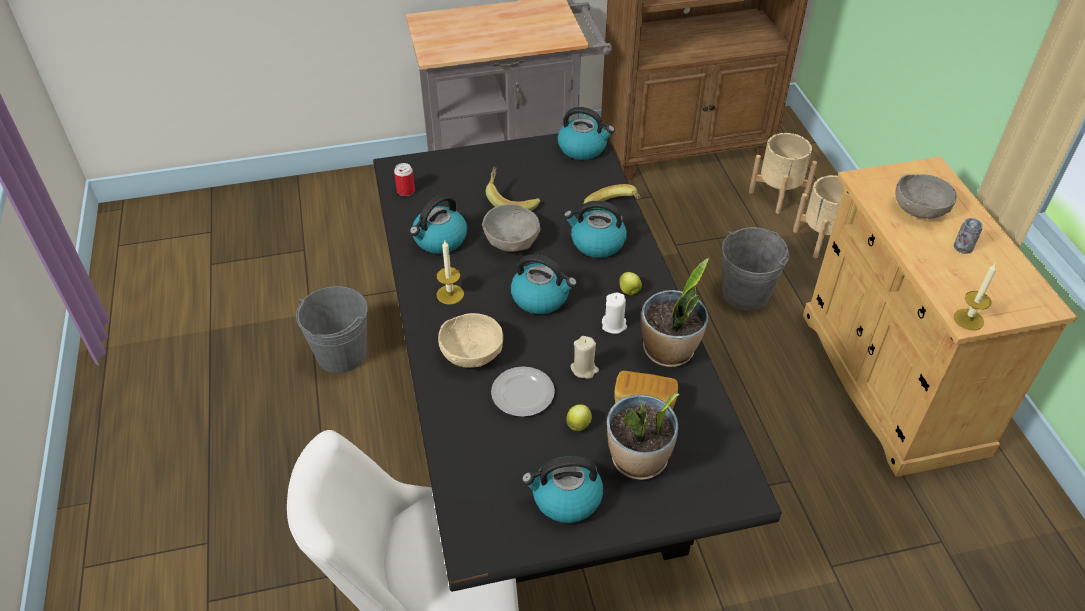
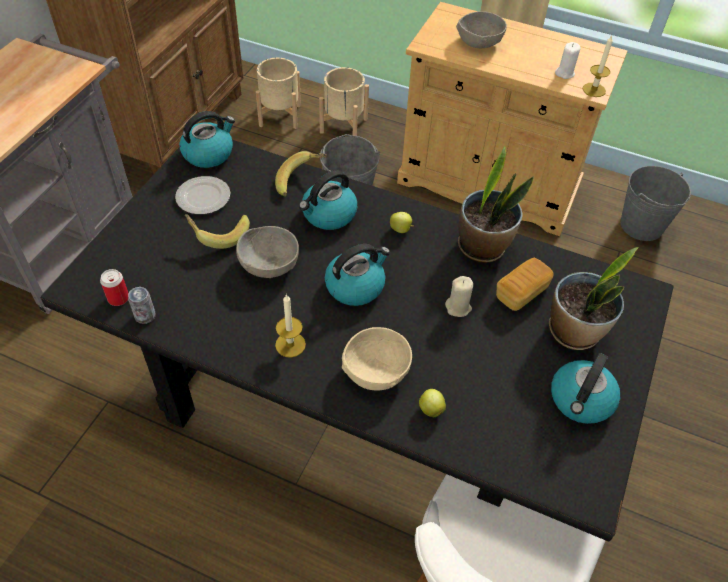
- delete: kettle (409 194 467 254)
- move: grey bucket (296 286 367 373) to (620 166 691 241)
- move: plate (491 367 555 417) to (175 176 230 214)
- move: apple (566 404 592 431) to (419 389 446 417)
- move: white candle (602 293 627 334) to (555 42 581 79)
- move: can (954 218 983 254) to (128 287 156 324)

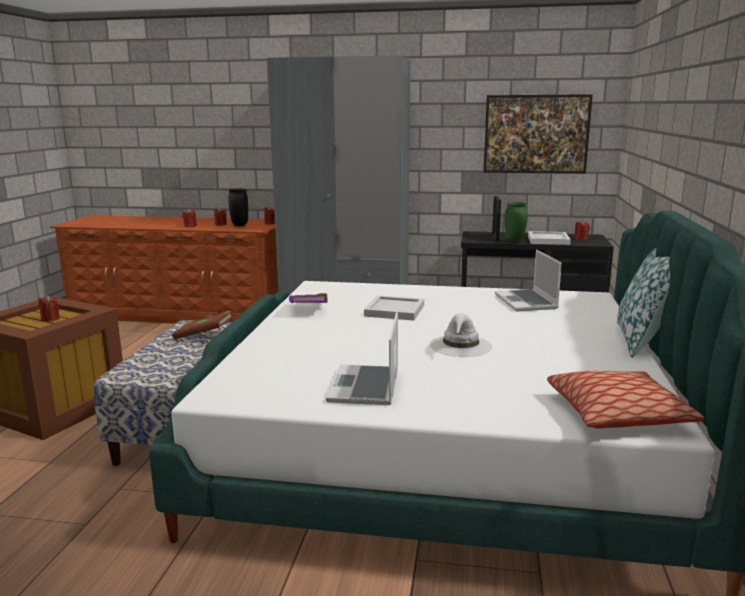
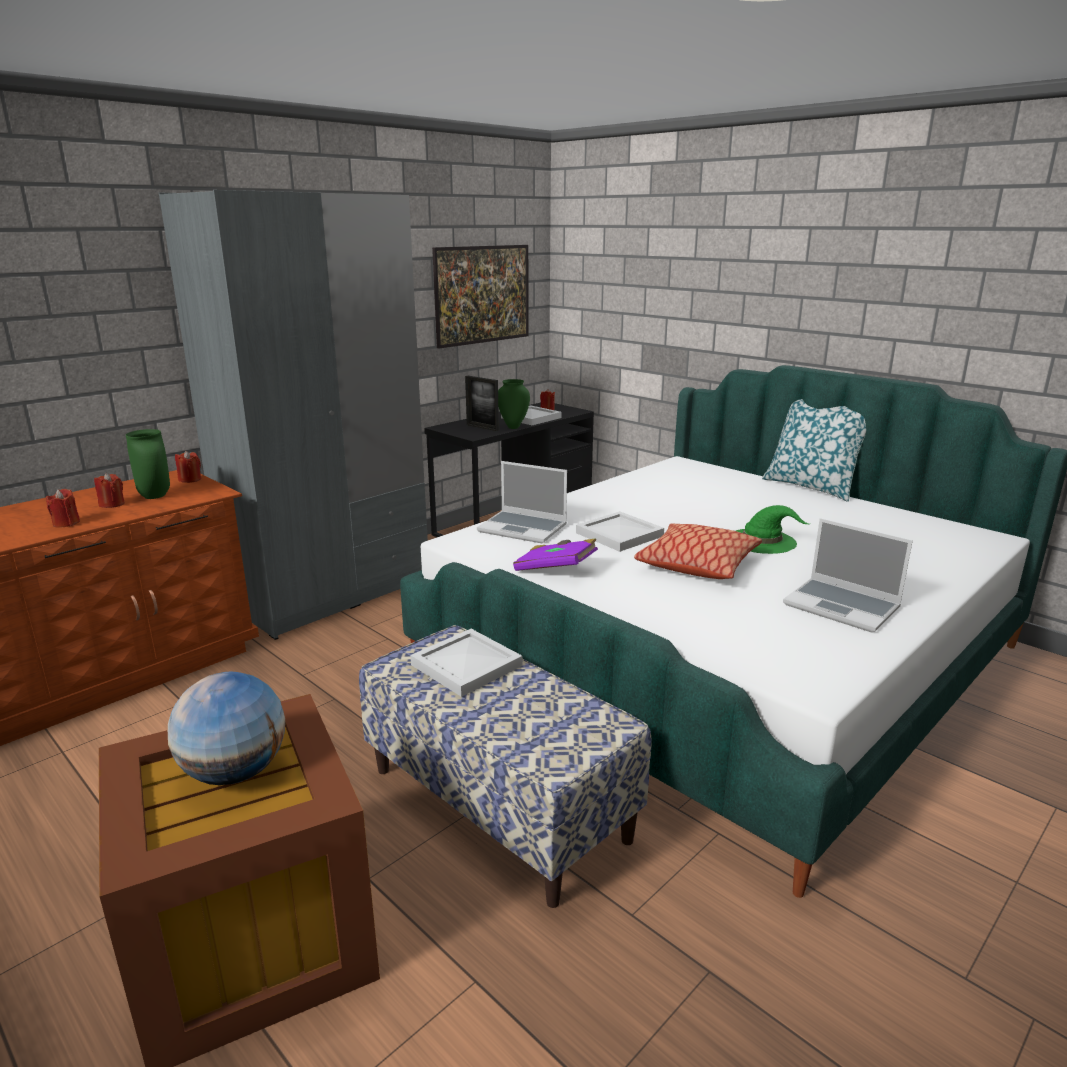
- move: laptop (495 249 562 311) to (477 461 567 543)
- move: pillow (547 371 705 428) to (634 523 762 579)
- replace: red candle (38 295 60 321) to globe (168 672 285 785)
- replace: brown book (172 310 233 339) to white tray (410 629 522 697)
- recolor: black vase (229 189 248 226) to green vase (126 429 170 499)
- recolor: white hat (430 313 492 357) to green hat (736 505 809 554)

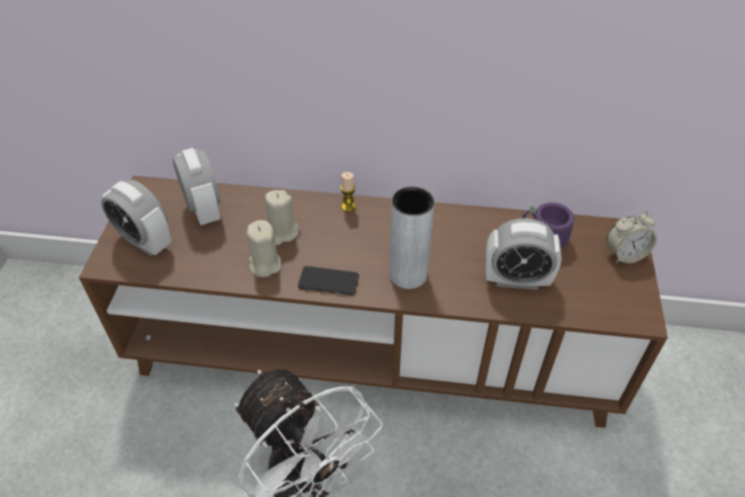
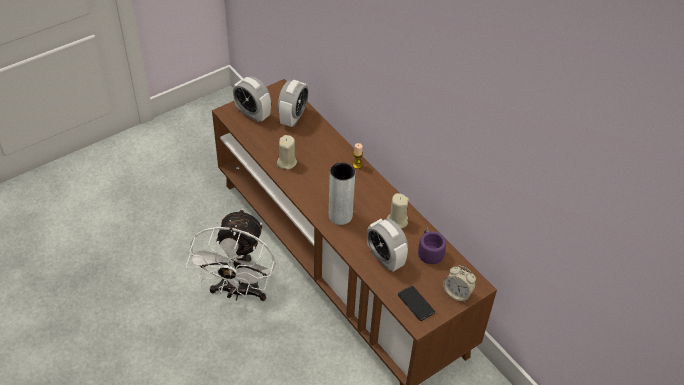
- move: beige candle (265 190 300 245) to (387 193 409 228)
- move: phone (298 266 359 295) to (398 286 435 321)
- rotate: alarm clock (101 180 171 256) = (233 77 271 122) 45 degrees counterclockwise

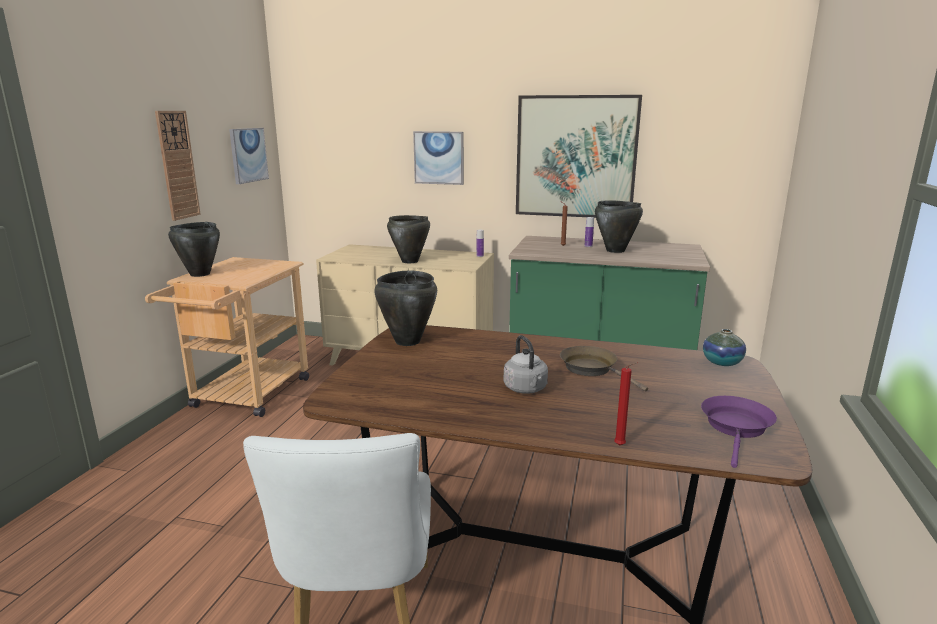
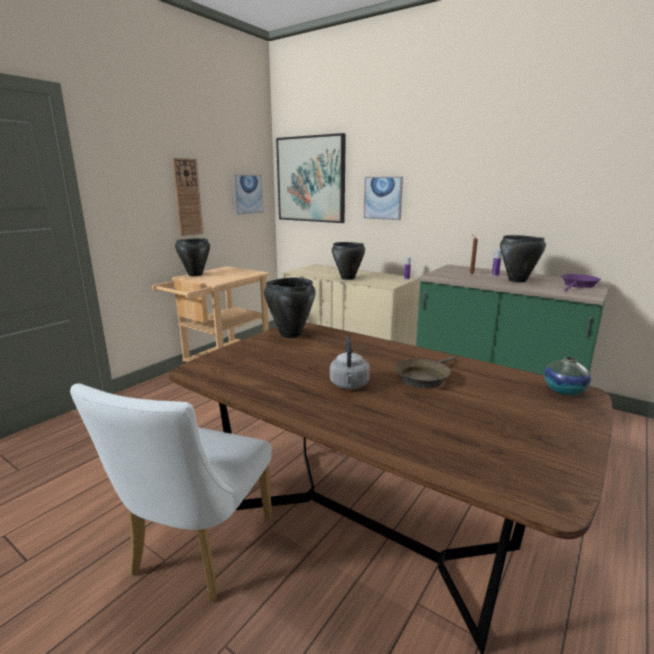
- delete: red candle (614 362 637 446)
- move: picture (516 95 642 218) to (276 133 346 223)
- move: purple frying pan (701 396 777 468) to (561 274 601 292)
- rotate: brown frying pan (560 346 648 391) = (396 356 457 388) 120 degrees counterclockwise

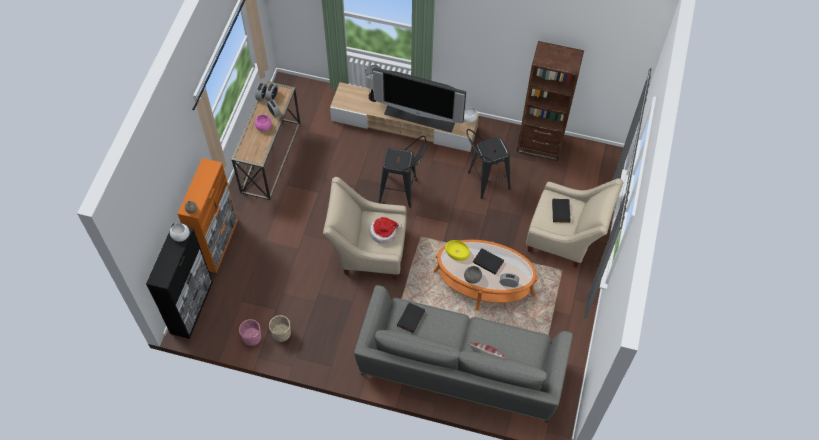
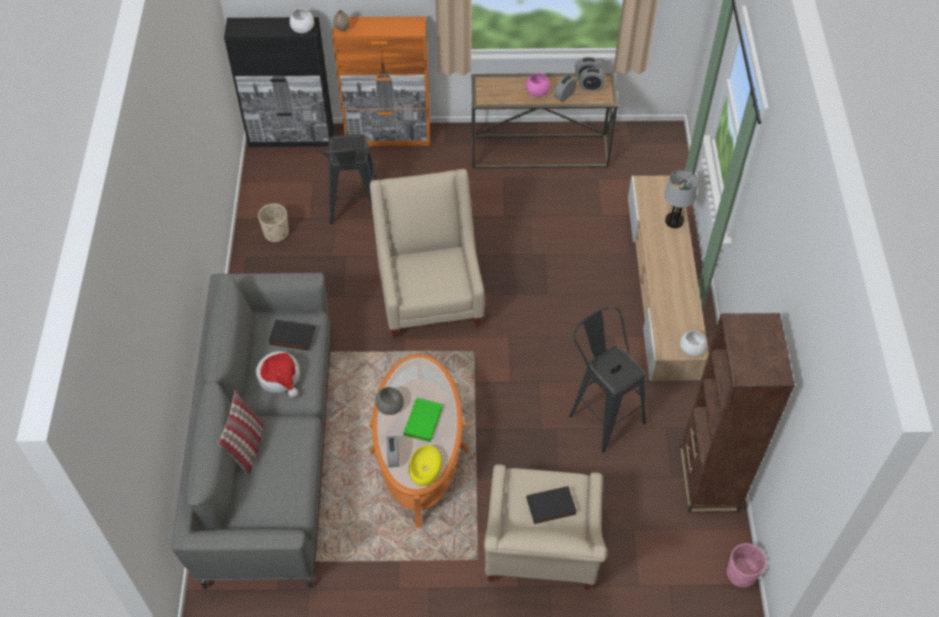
- delete: television (373 67 466 132)
- move: pink planter (239 319 261 346) to (727 543 766 588)
- move: hat (370 217 402 244) to (256 351 300 398)
- move: black stool (379 136 426 208) to (318 134 376 224)
- move: yellow bowl (445 240 470 261) to (409 445 442 486)
- recolor: black book (473 248 504 275) to green book (403 398 443 442)

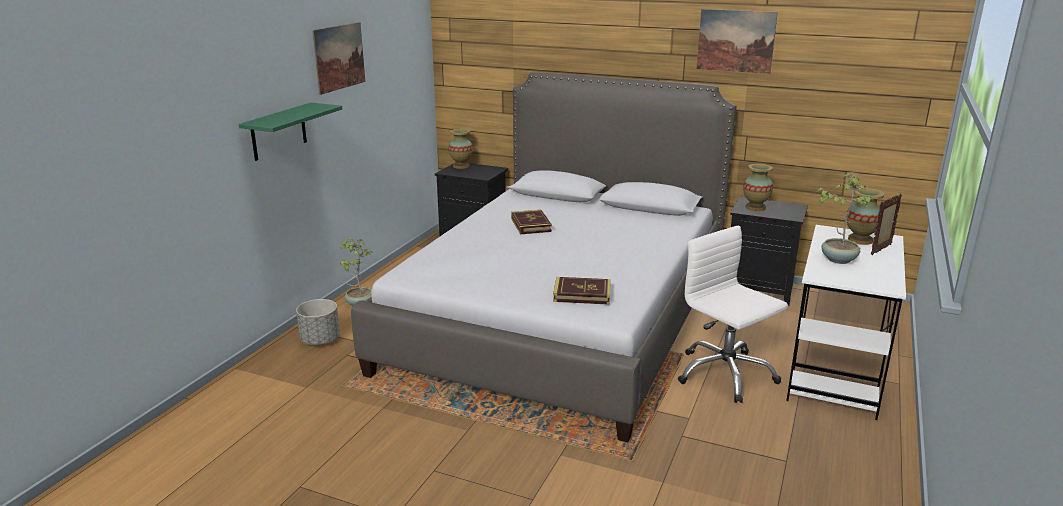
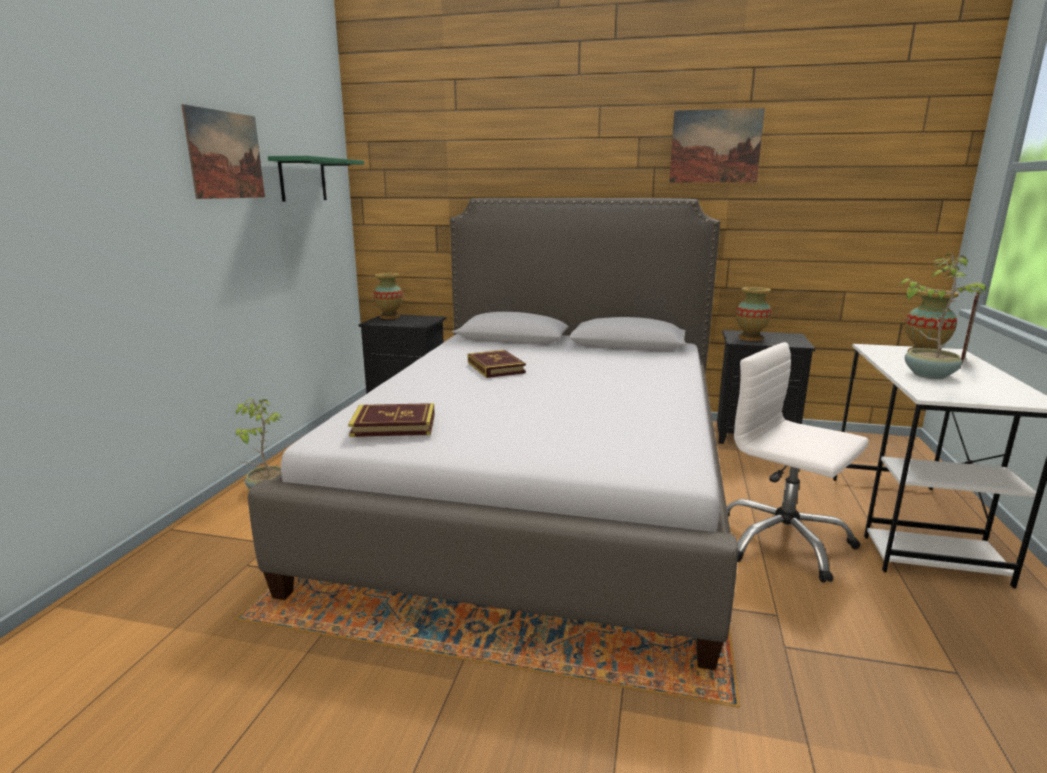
- delete: grey planter (296 299 340 345)
- move: green shelf (238 103 342 161) to (268 156 364 202)
- move: book (553 277 610 305) to (348 403 435 437)

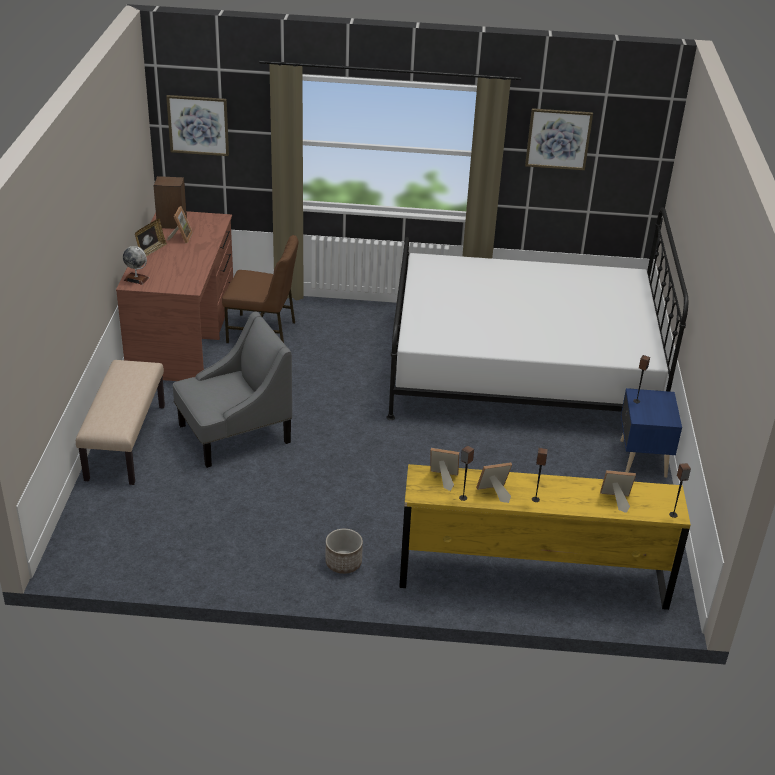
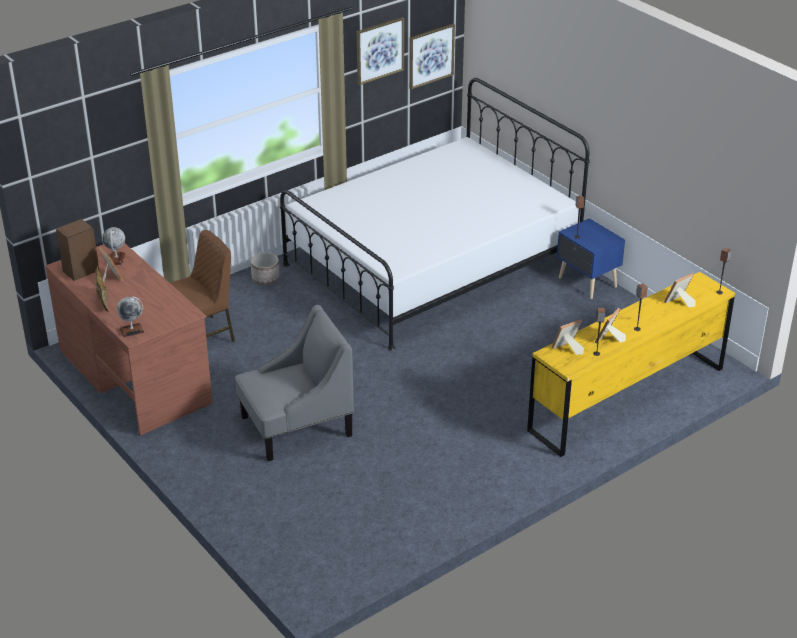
- delete: beige bench (76 360 165 485)
- insert: globe (102 227 125 265)
- move: picture (166 95 229 156) to (409 24 455 90)
- move: planter (326 529 363 574) to (251 253 280 285)
- rotate: grey armchair (173 311 292 468) = (235 305 354 461) 45 degrees clockwise

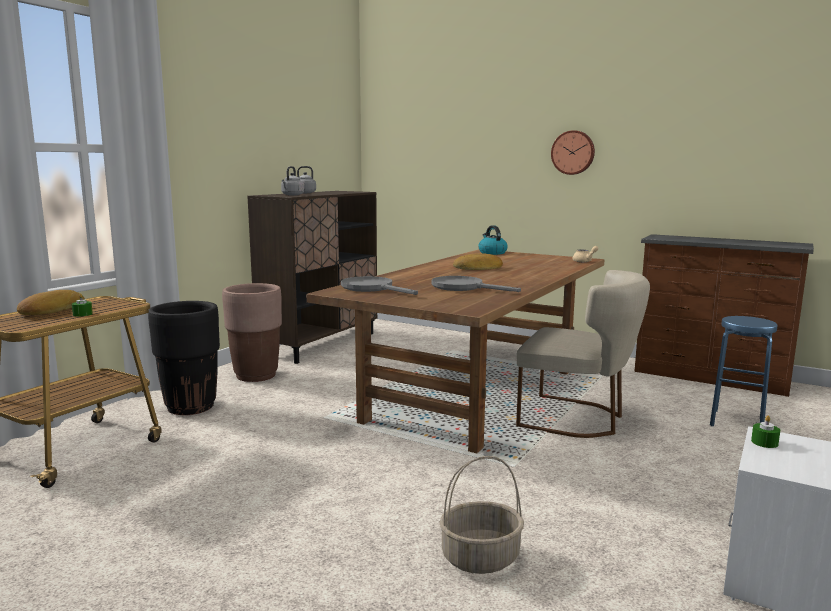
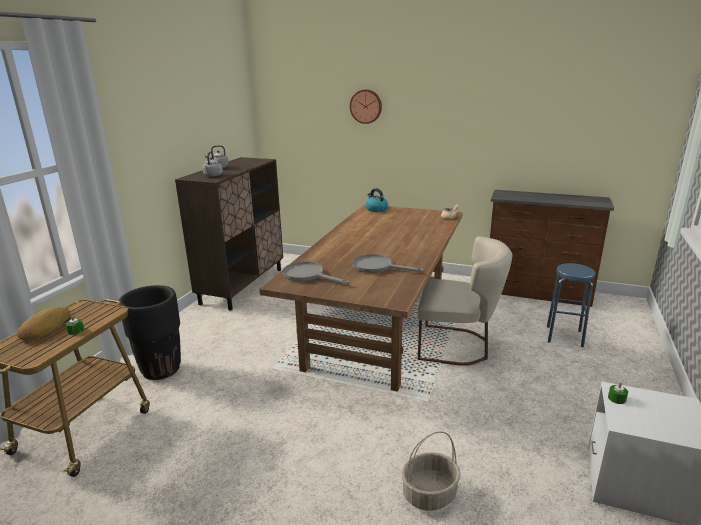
- delete: brown planter (222 283 282 382)
- delete: bread (453 253 503 270)
- move: wall clock (551 130 595 175) to (350 89 382 124)

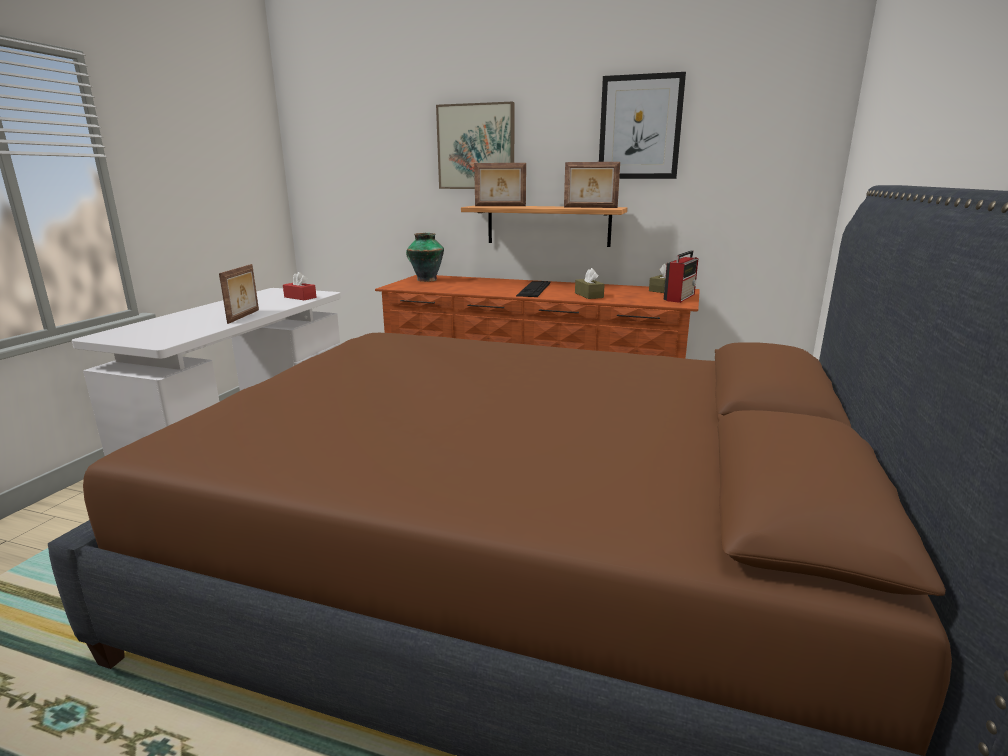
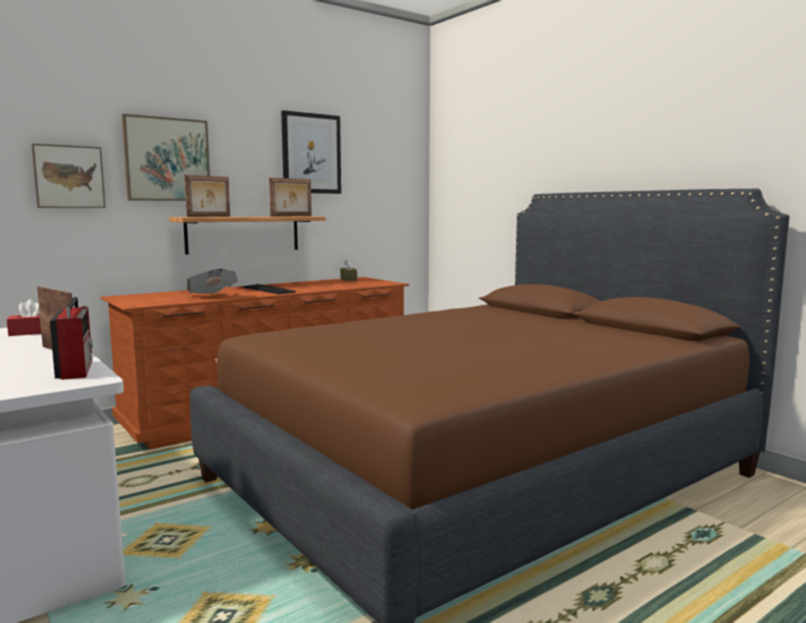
- delete: vase (406 233 444 282)
- delete: brown tissue box (575 268 605 299)
- insert: picture (31 144 106 208)
- insert: newspaper (187 269 238 294)
- move: radio (663 250 698 303) to (50 297 93 380)

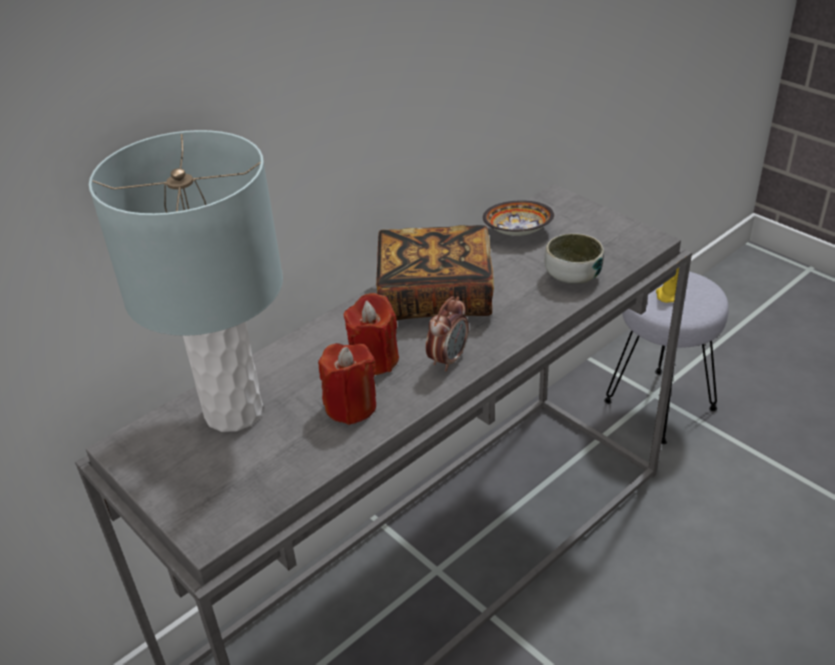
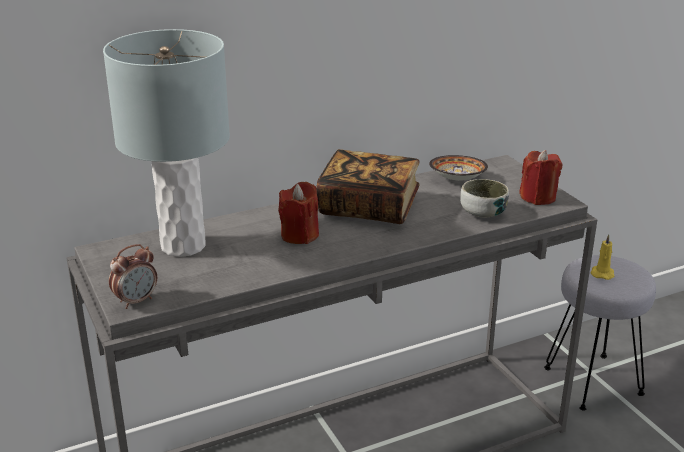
- move: red candle (318 343 376 425) to (519 150 562 205)
- move: alarm clock (426 296 469 371) to (109 244 157 309)

